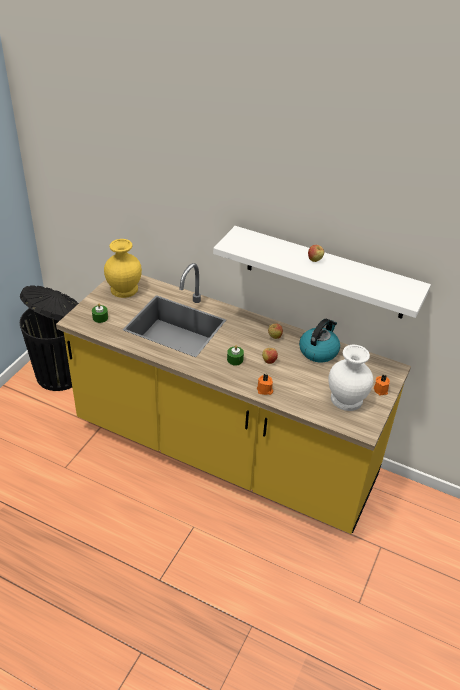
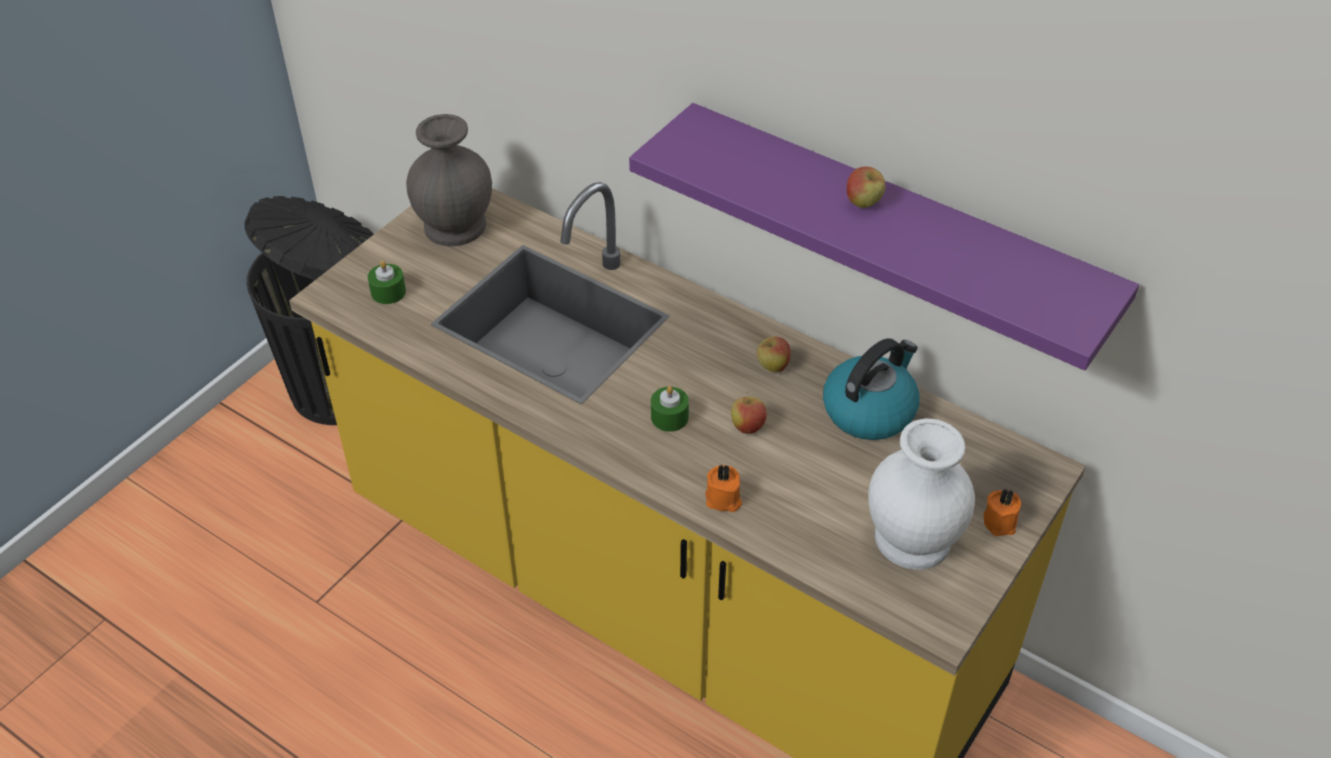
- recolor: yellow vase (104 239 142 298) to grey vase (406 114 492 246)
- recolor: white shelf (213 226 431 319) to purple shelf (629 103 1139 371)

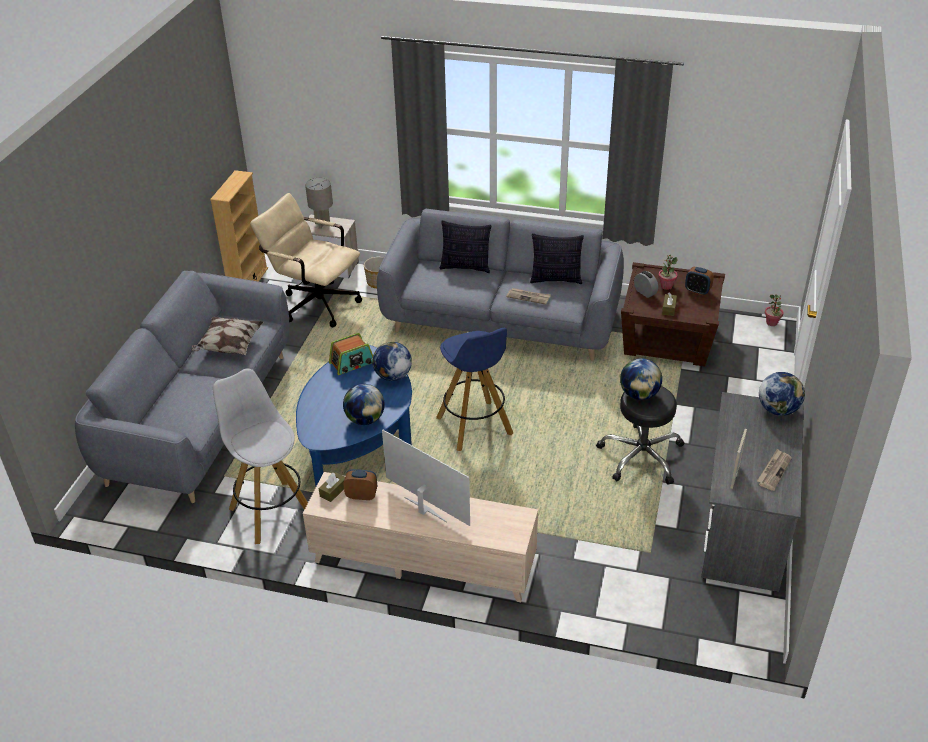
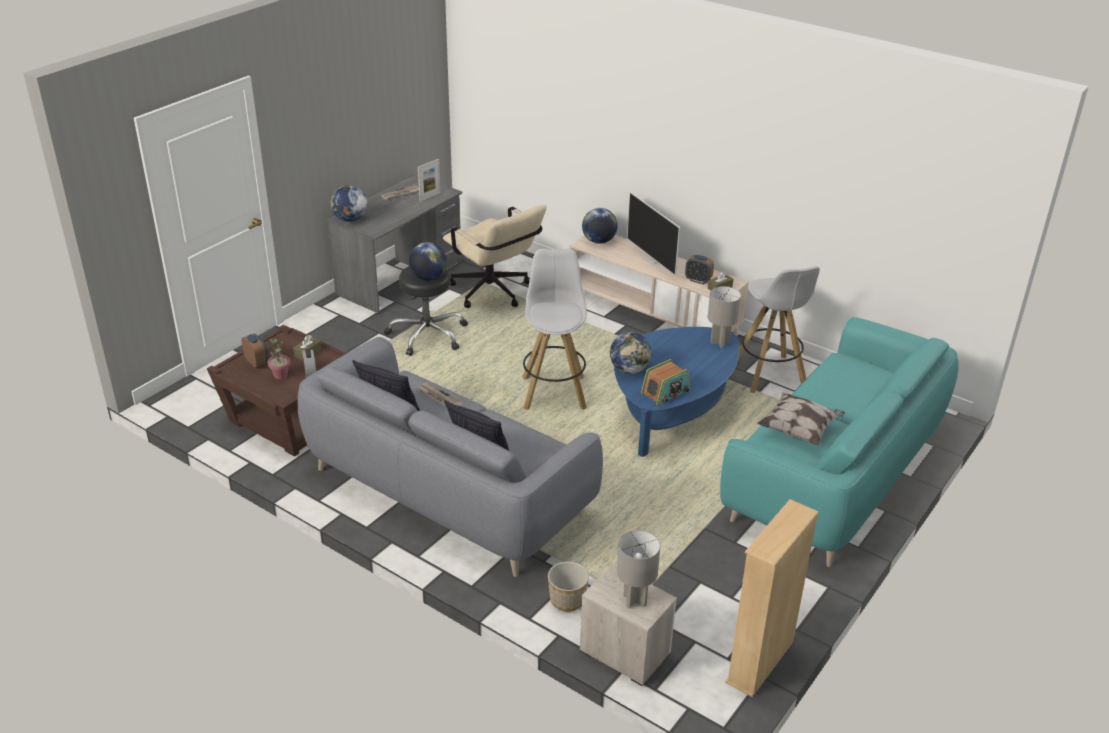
- delete: potted plant (765 294 783 326)
- insert: grey table lamp (708 286 741 348)
- move: beige office chair (250 193 362 327) to (443 205 547 308)
- move: globe (343 384 385 425) to (582 208 618 244)
- recolor: grey sofa (75 271 290 503) to turquoise sofa (720 317 959 567)
- recolor: blue stool (436 328 513 451) to white stool (522 249 587 410)
- rotate: radio (329 333 373 375) = (641 359 690 406) 150 degrees clockwise

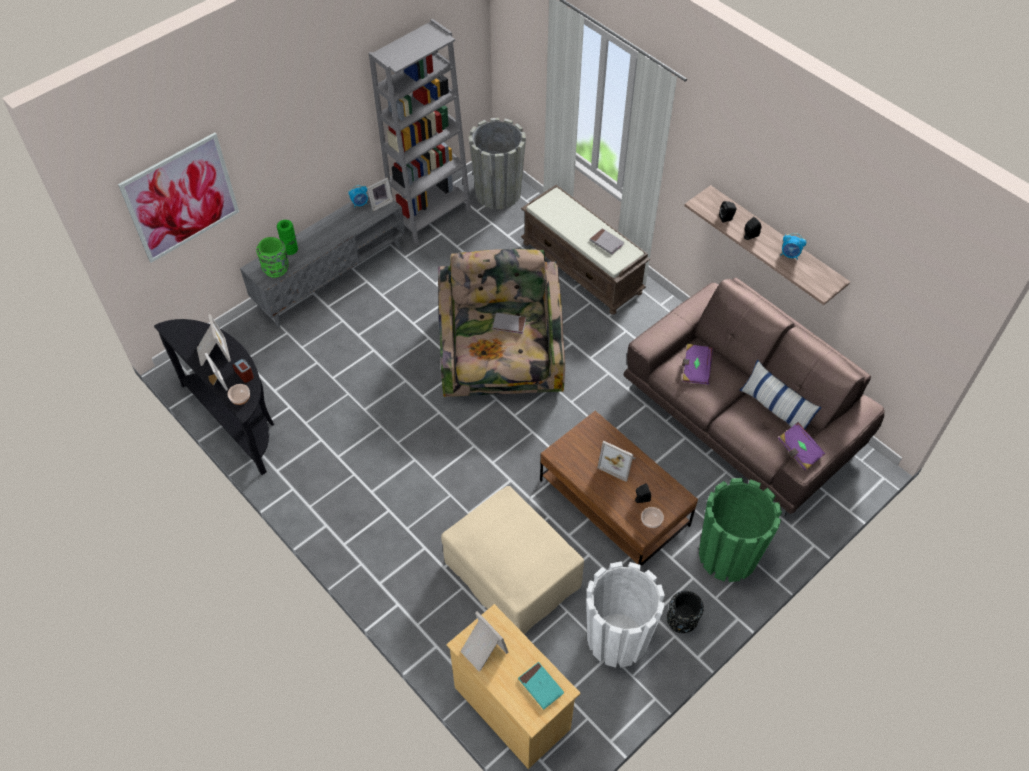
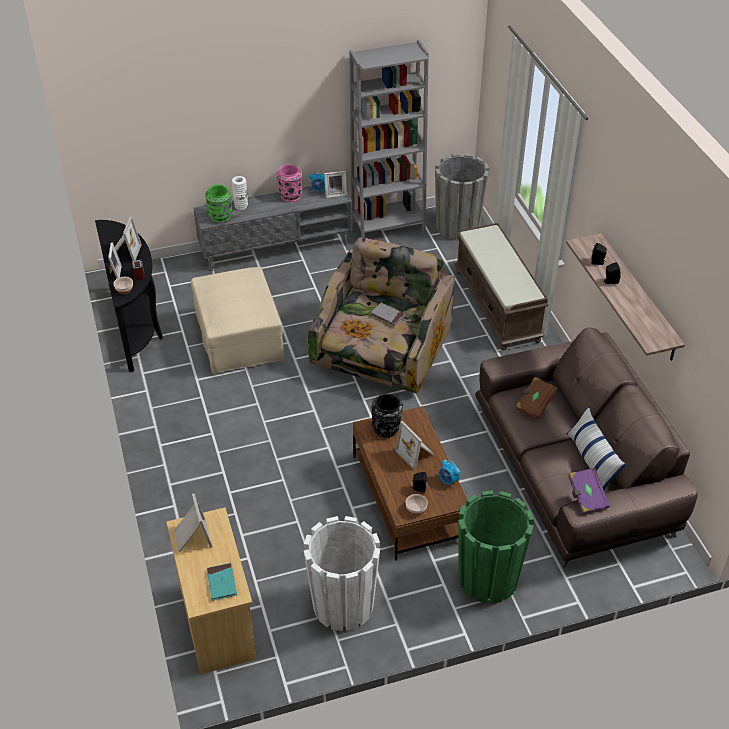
- delete: picture (118 133 239 263)
- delete: grey book (590 228 624 255)
- insert: pink vase (277 164 303 202)
- move: beige ottoman (441 486 584 634) to (191 267 284 374)
- move: black vase (667 591 704 633) to (372 394 403 438)
- move: alarm clock (781 233 806 260) to (439 460 461 487)
- recolor: green vase (277 220 298 255) to white vase (232 176 248 210)
- recolor: purple book (682 344 713 385) to brown book (516 377 558 419)

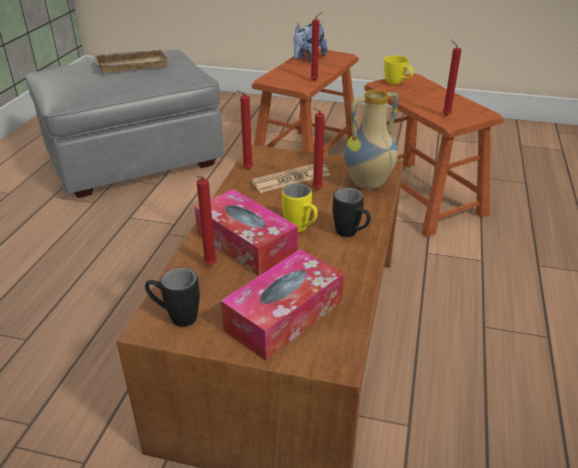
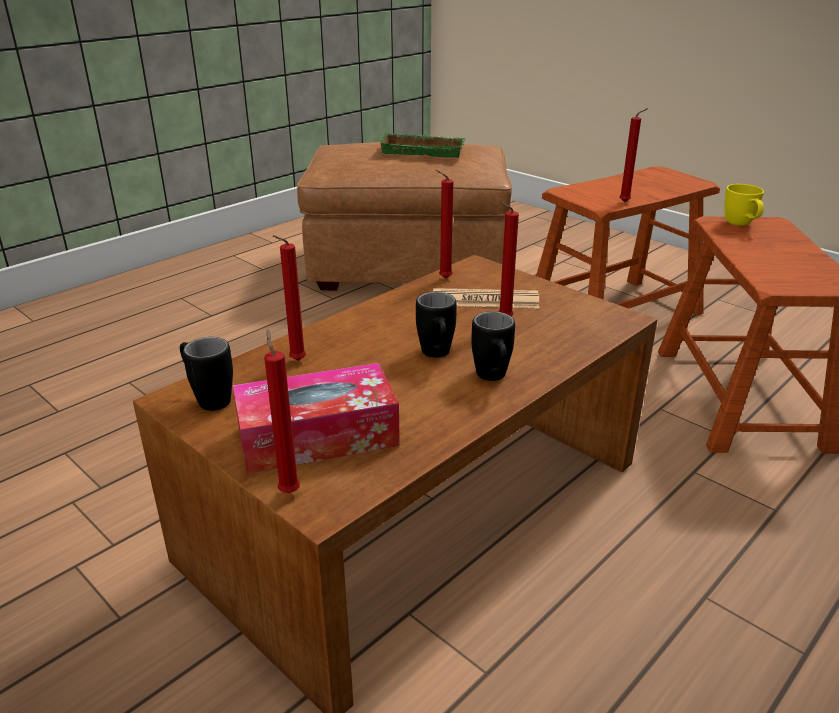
- delete: tissue box (195 189 298 276)
- delete: plush toy (293 23 327 62)
- delete: vase (344 90 399 189)
- move: red candle (442 39 462 116) to (264 329 300 493)
- recolor: grey ottoman (26 49 224 198) to brown ottoman (297 142 512 290)
- recolor: beige tray (93 49 169 73) to green tray (377 133 466 158)
- recolor: yellow mug (282 183 318 232) to black mug (416 292 457 358)

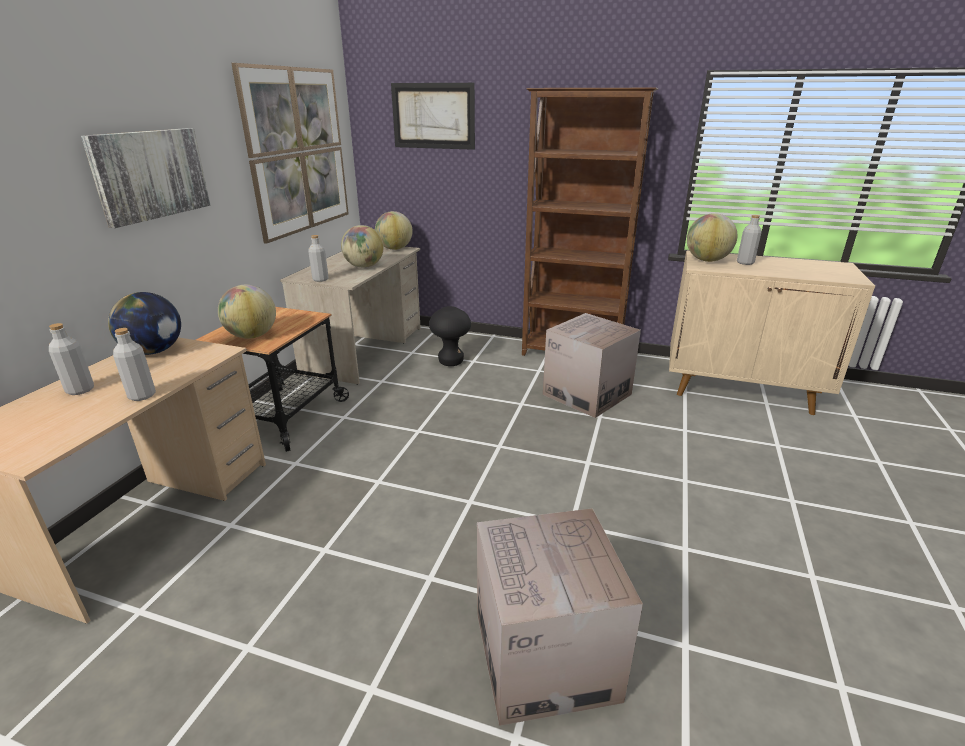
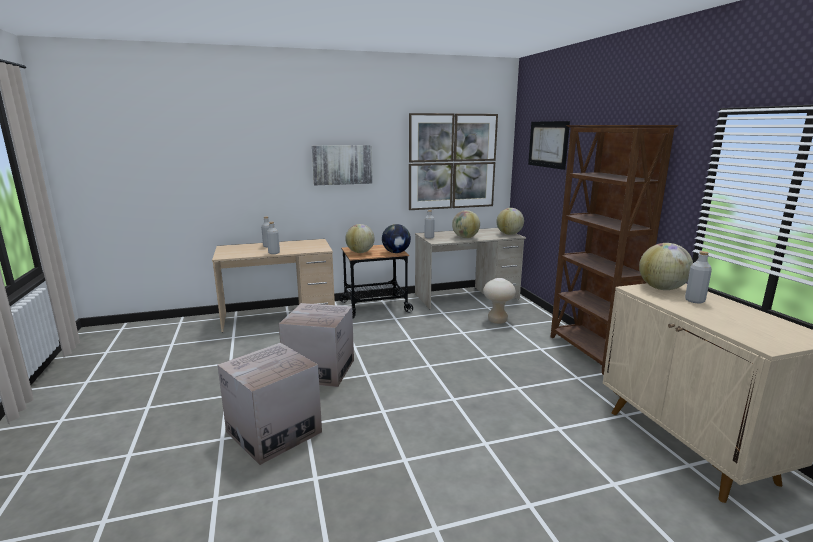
- move: globe (108 292 181 355) to (382 224 411 253)
- move: cardboard box (543 313 641 418) to (279 303 354 387)
- recolor: black stool (429 306 471 366) to beige stool (483 278 516 324)

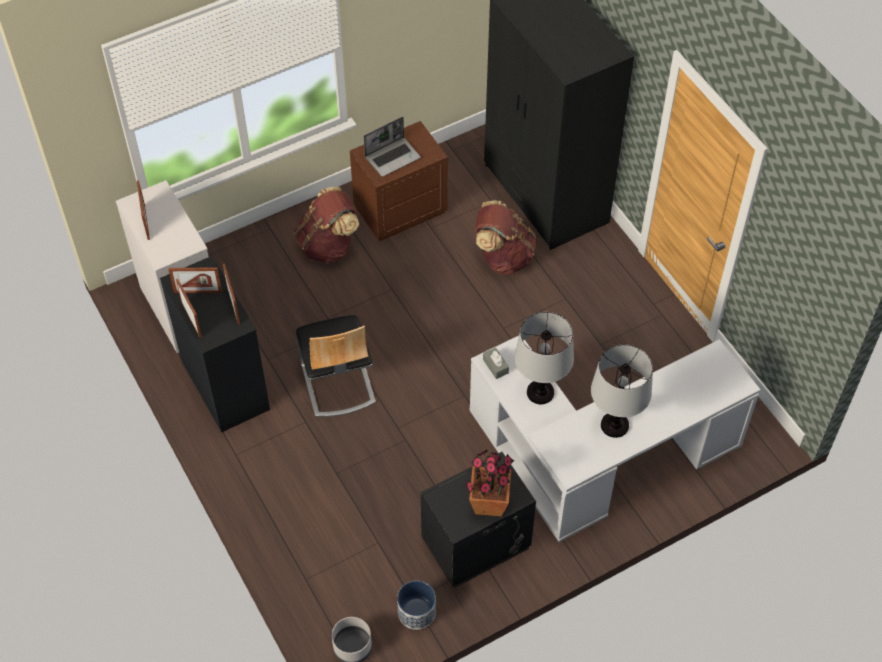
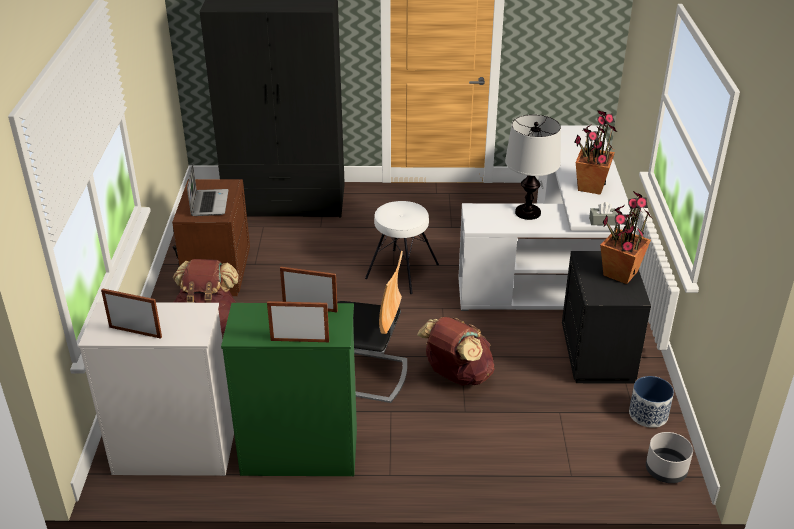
- delete: picture frame (168 267 222 293)
- insert: white stool (365 201 439 294)
- move: brown backpack (475 200 536 275) to (417 317 495 386)
- move: grey tissue box (483 347 509 379) to (589 202 618 226)
- replace: table lamp (591 344 653 438) to potted plant (574 110 617 195)
- recolor: black dresser (160 256 270 432) to green dresser (221 303 357 476)

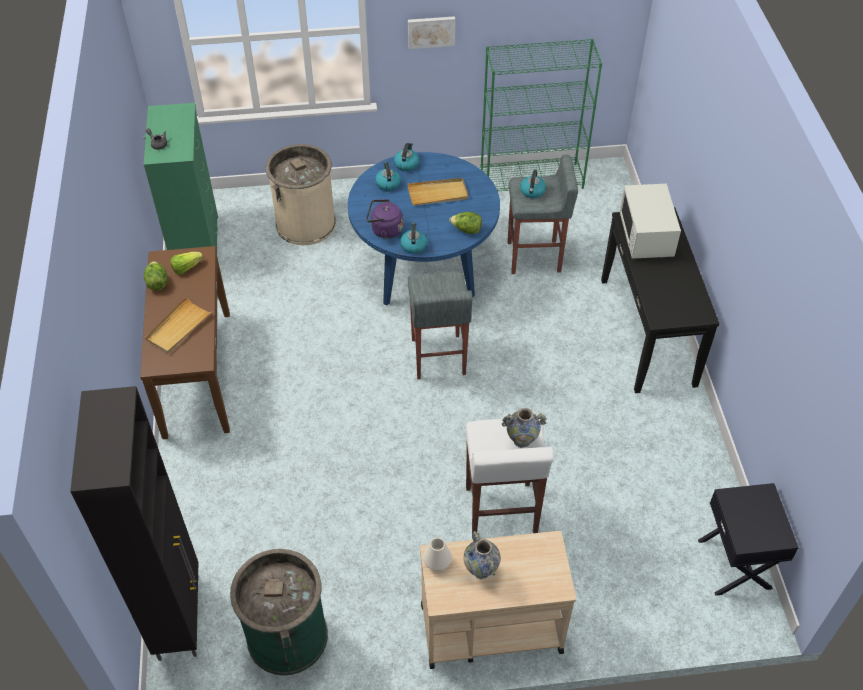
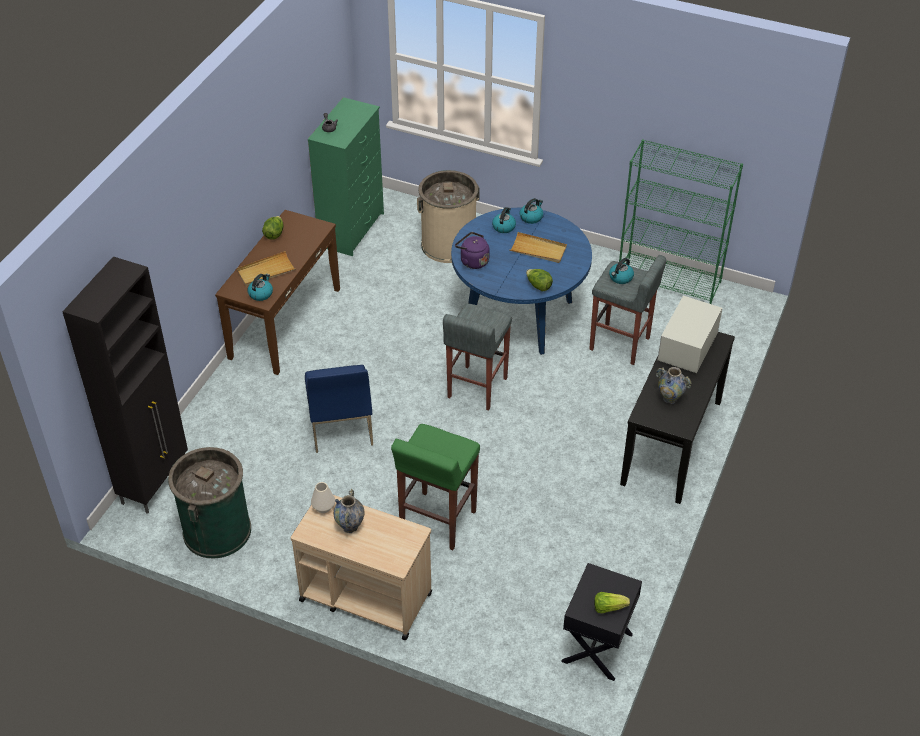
- delete: picture (408 16 455 49)
- insert: blue chair (305 365 373 453)
- move: lettuce (171 252 203 275) to (594 592 630 613)
- move: kettle (400 223 428 254) to (248 274 273 301)
- move: vase (502 408 547 448) to (656 367 692 404)
- recolor: white stool (466 419 554 536) to green stool (391 424 480 550)

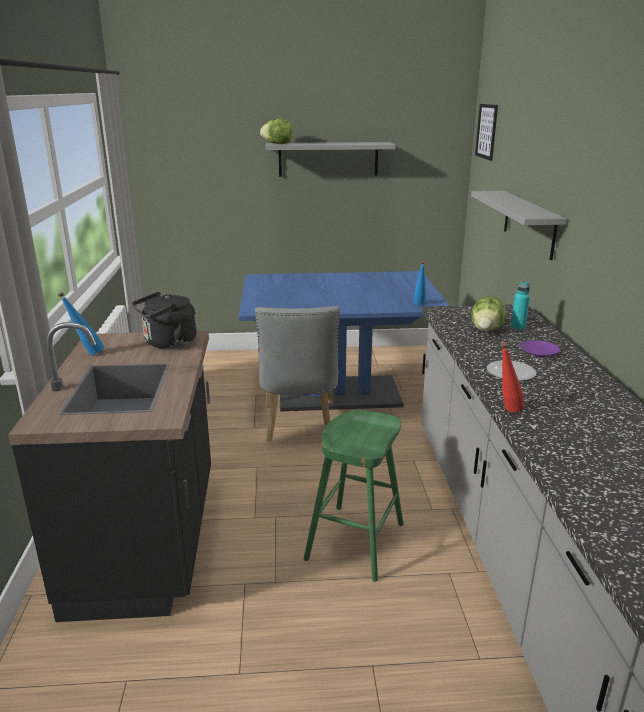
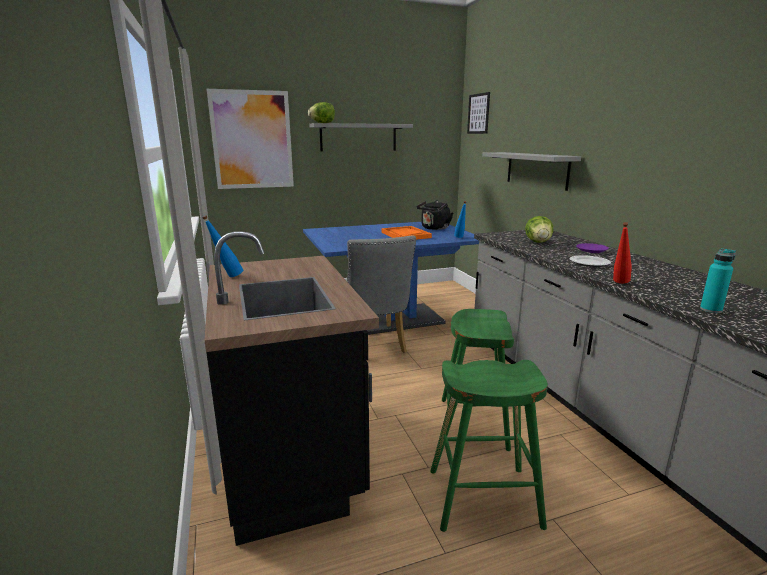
- insert: picture (207 89 294 189)
- insert: orange tray (381 226 432 240)
- insert: green stool (430 360 548 532)
- move: black kettle (132 292 197 349) to (417 200 453 230)
- move: turquoise bottle (511 281 530 331) to (700 248 736 313)

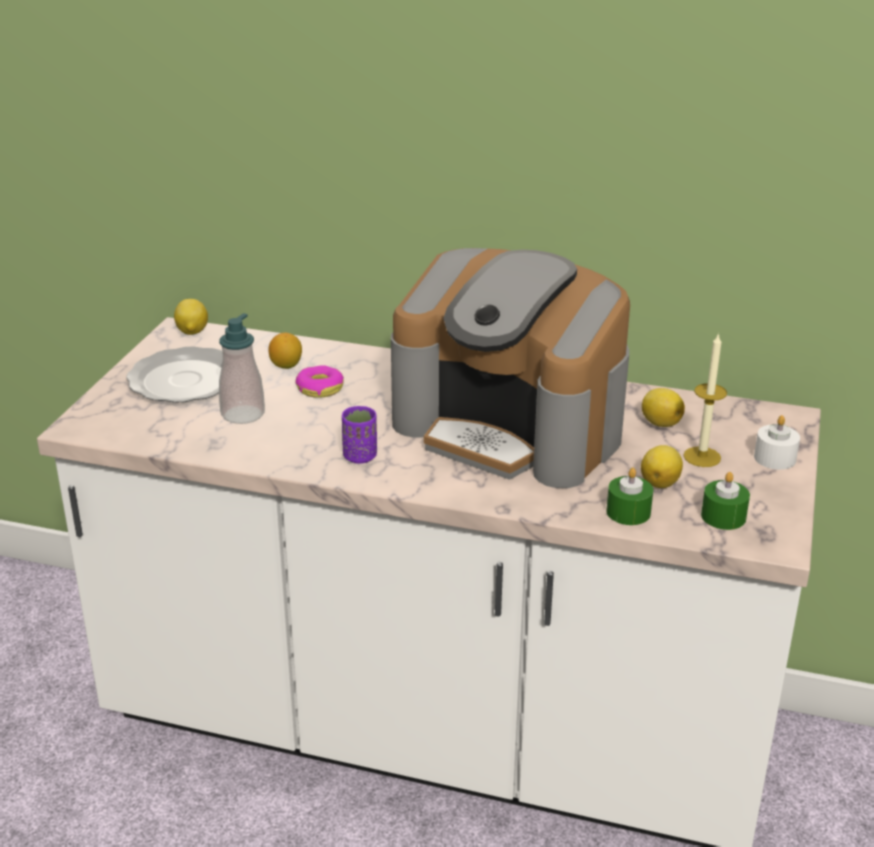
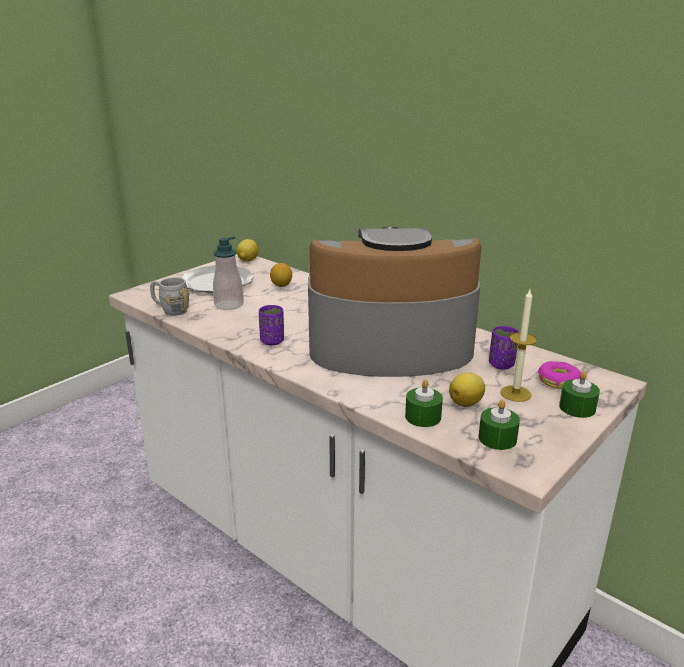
- insert: grey mug (150 277 189 316)
- move: donut (295 365 344 398) to (538 361 581 389)
- replace: lemon (642 388 685 427) to purple cup (489 326 519 369)
- recolor: white candle (754 415 800 470) to green candle (559 371 600 418)
- rotate: coffee machine (391 248 630 488) = (308 227 481 377) 120 degrees clockwise

